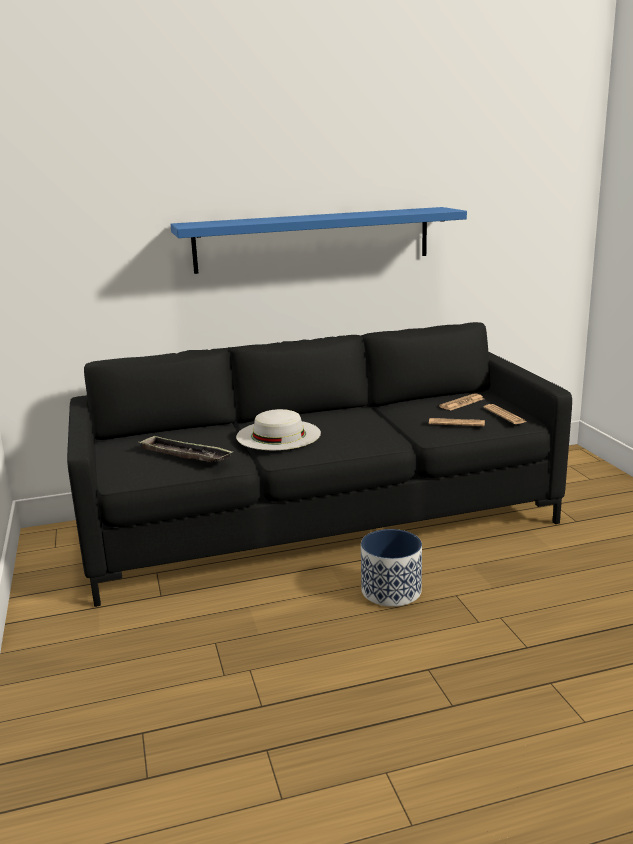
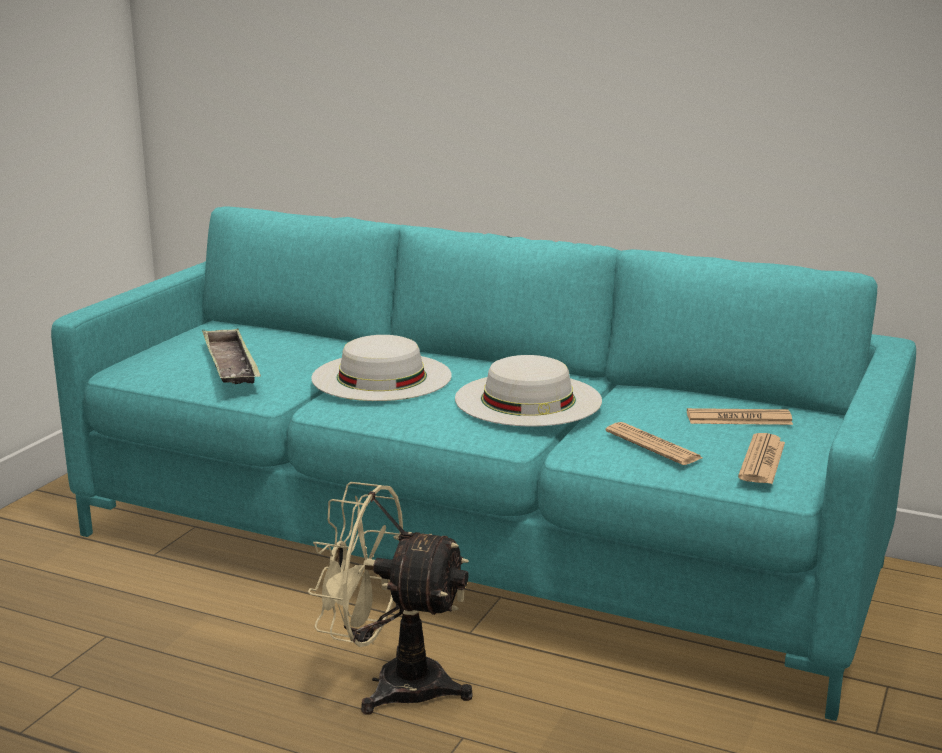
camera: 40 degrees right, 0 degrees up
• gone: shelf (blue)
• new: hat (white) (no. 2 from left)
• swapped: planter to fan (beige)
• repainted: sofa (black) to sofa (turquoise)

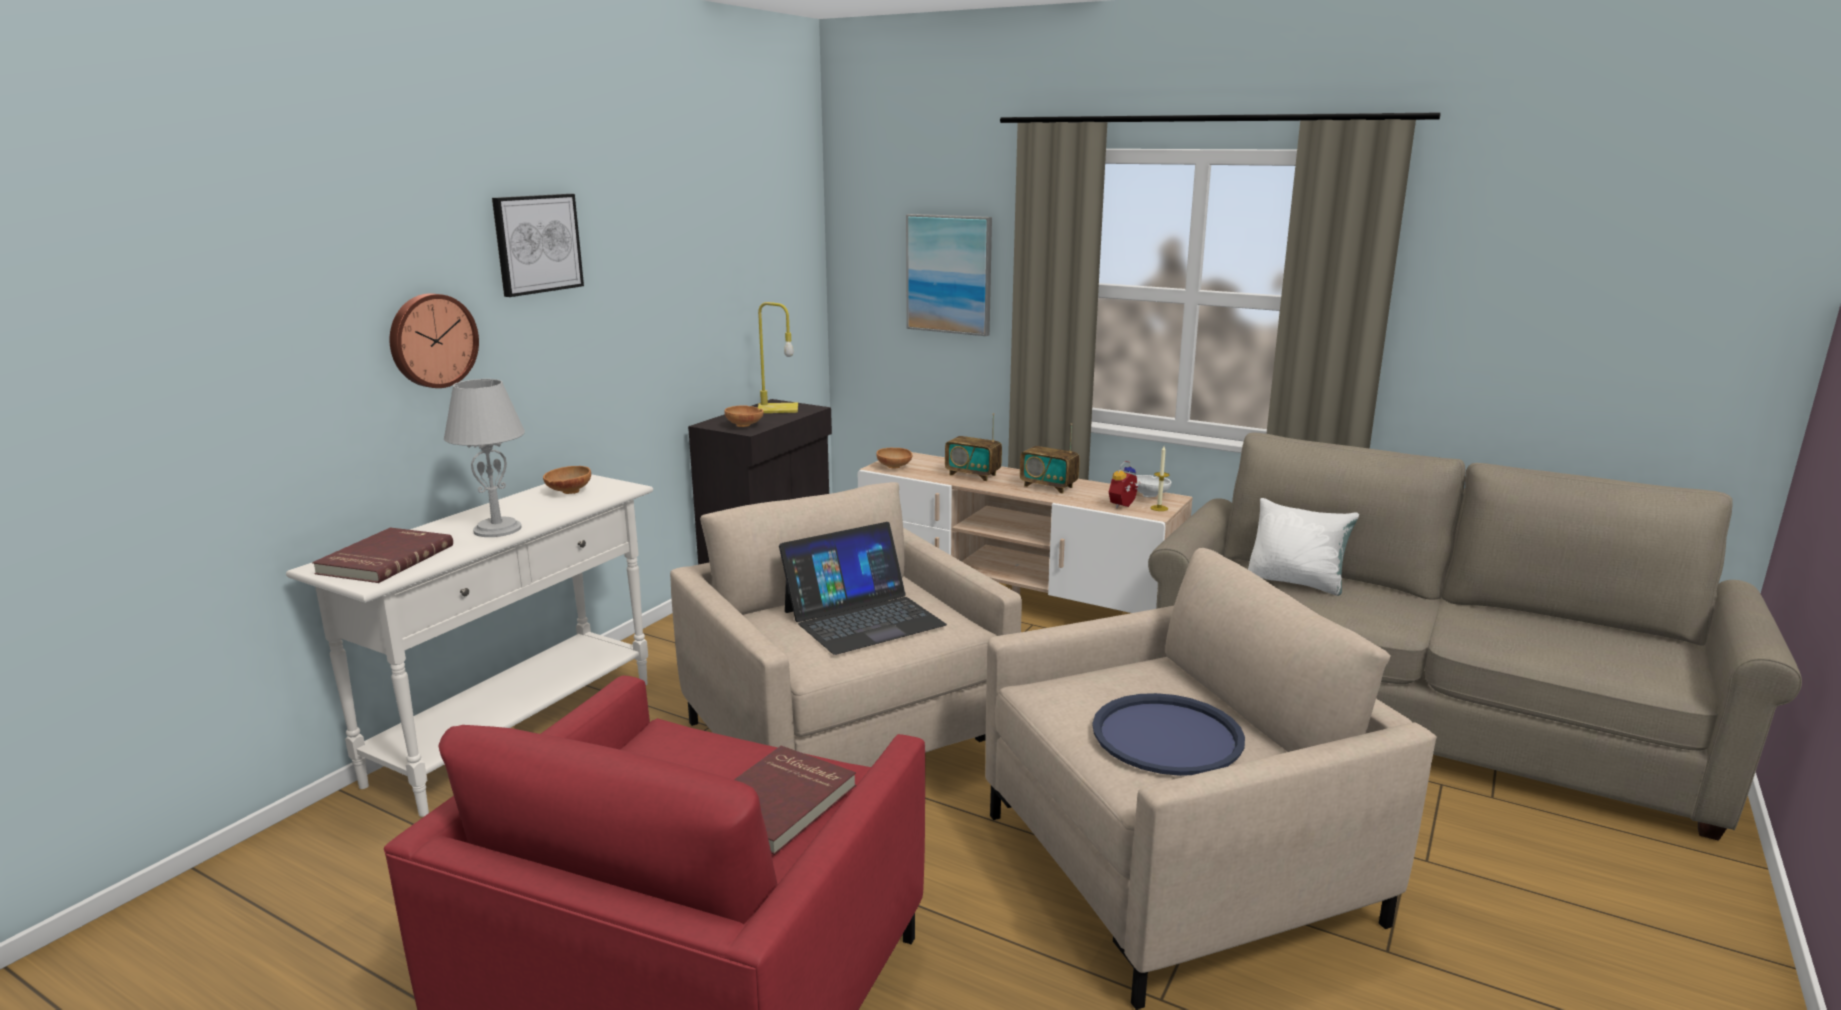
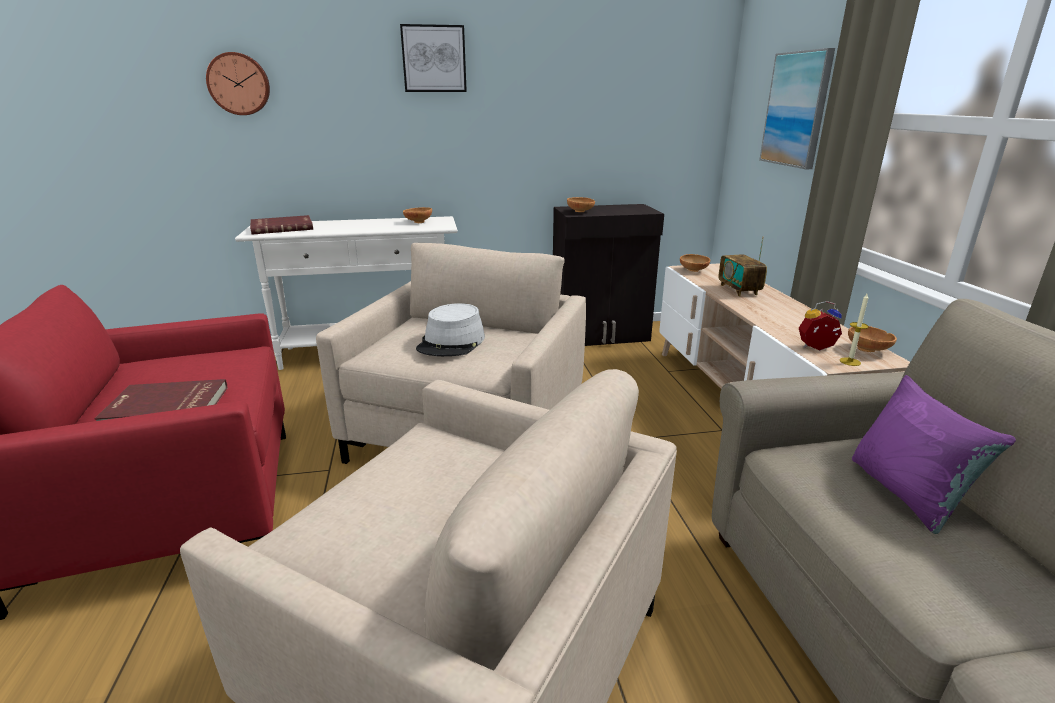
camera: 50 degrees right, 5 degrees up
• gone: table lamp (grey)
• gone: table lamp (yellow)
• gone: radio (no. 2 from left)
• gone: tray (blue)
• shifted: wall clock
• swapped: laptop to hat (grey)
• repainted: bowl (white) to bowl (brown) (no. 4 from left)
• repainted: pillow (white) to pillow (purple)

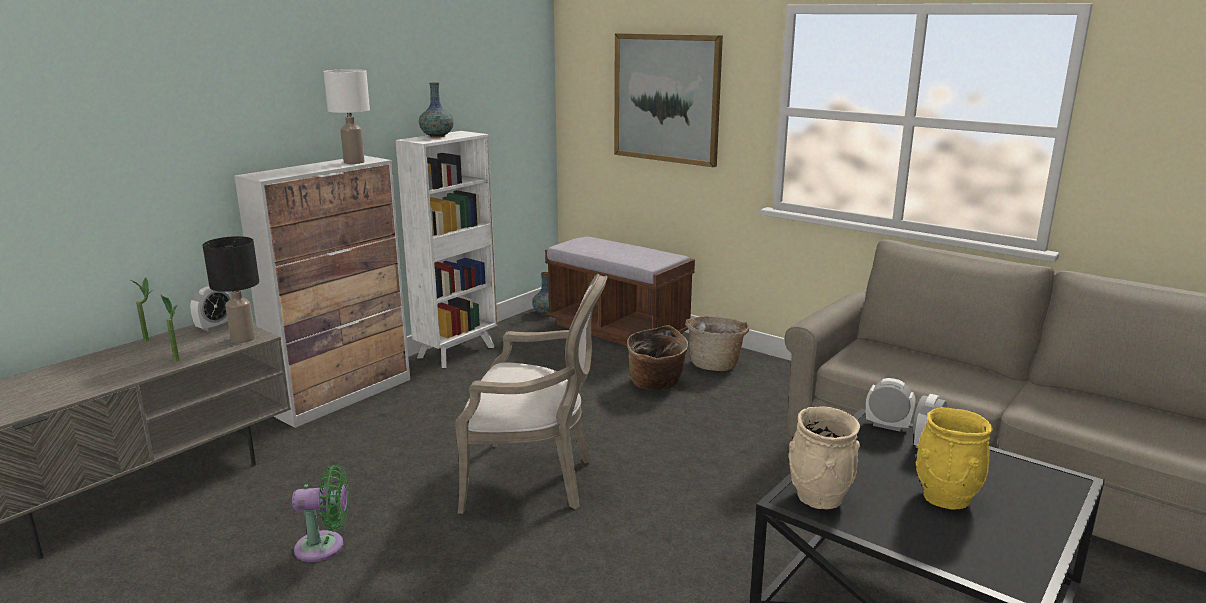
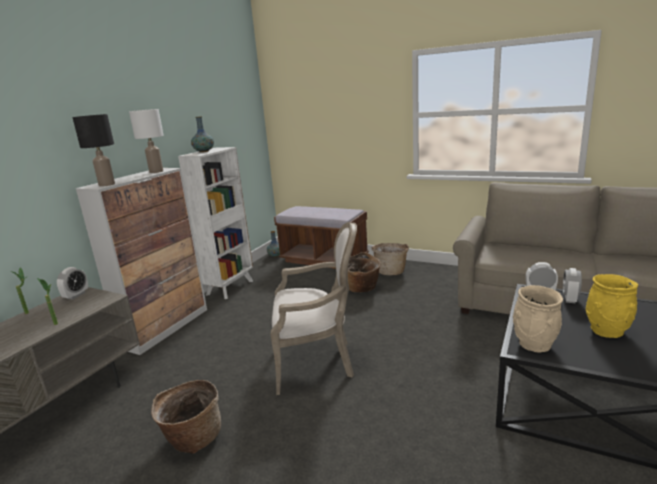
camera: 10 degrees left, 0 degrees up
• gone: picture
• shifted: table lamp (black)
• swapped: fan (green) to basket (no. 1 from left)

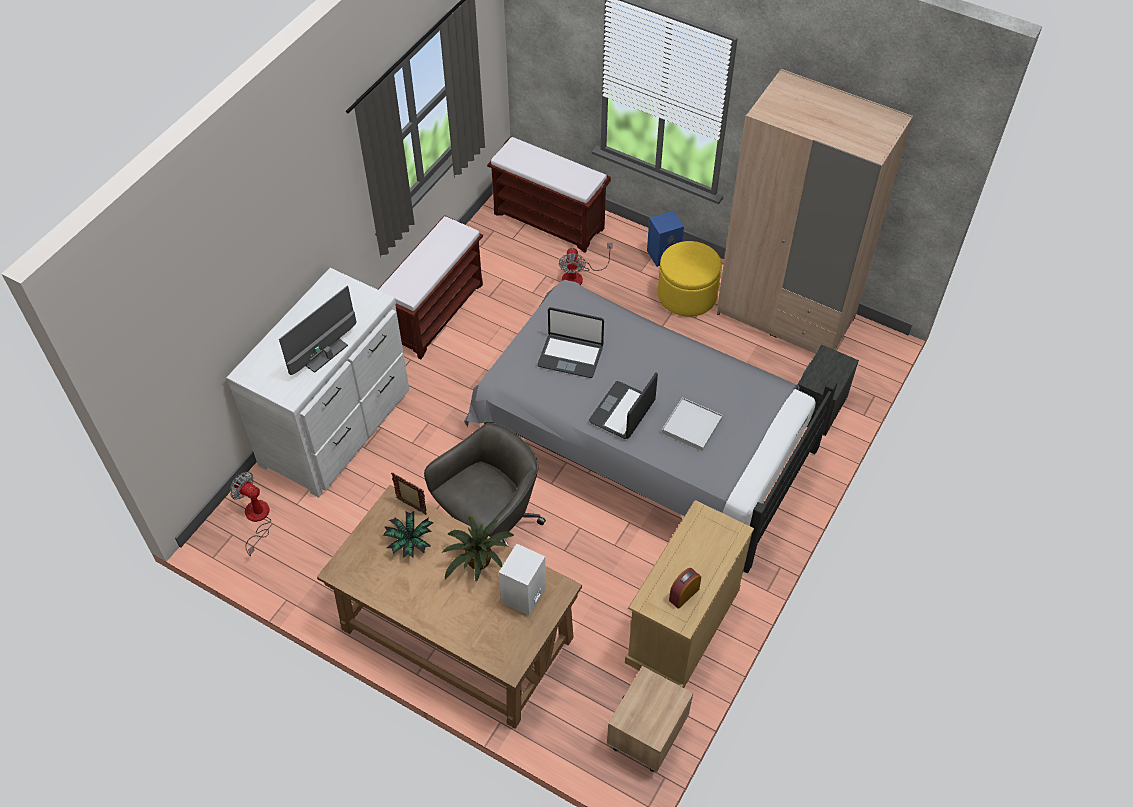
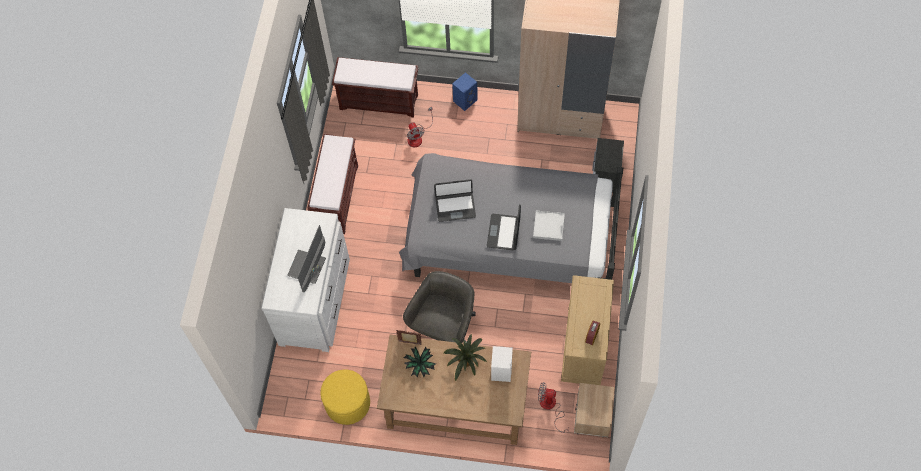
camera: 20 degrees left, 10 degrees up
• shifted: fan (no. 1 from left in the first image) to fan (no. 2 from left)
• shifted: ottoman (yellow)

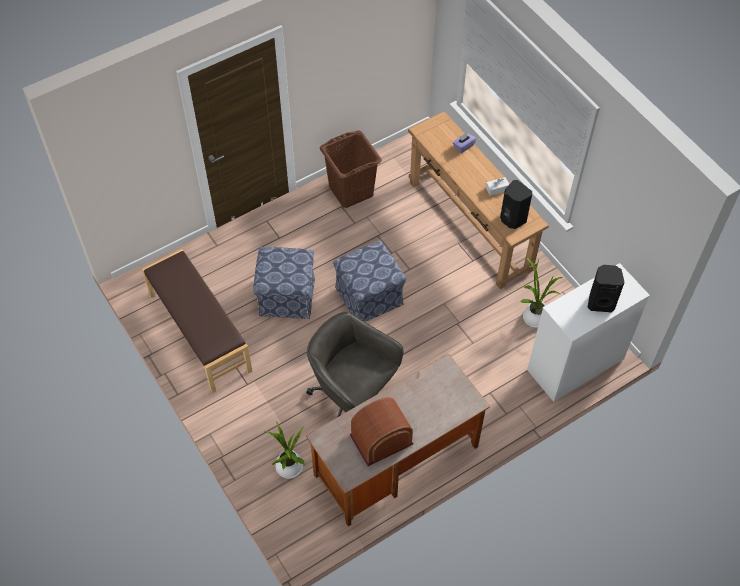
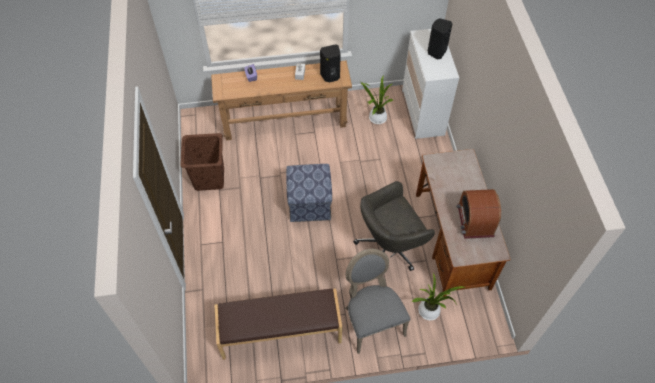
camera: 65 degrees left, 0 degrees up
• gone: ottoman (no. 1 from left)
• new: chair (grey)

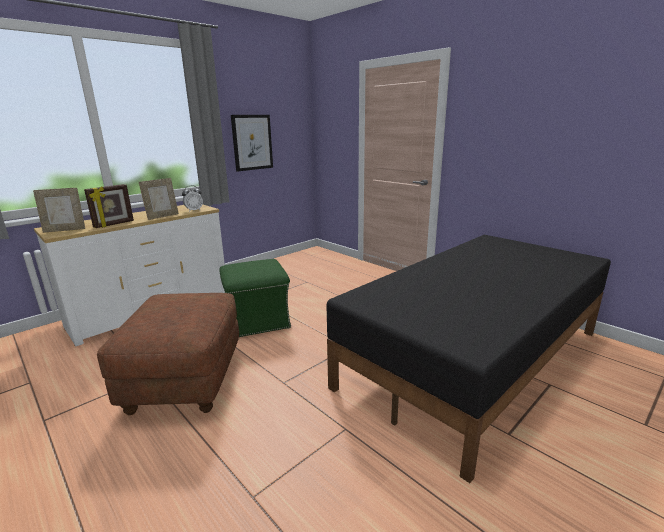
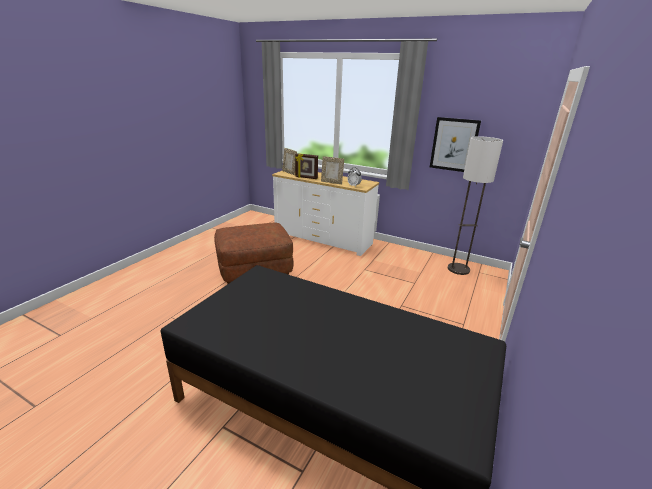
camera: 70 degrees right, 5 degrees up
• gone: ottoman (green)
• new: floor lamp

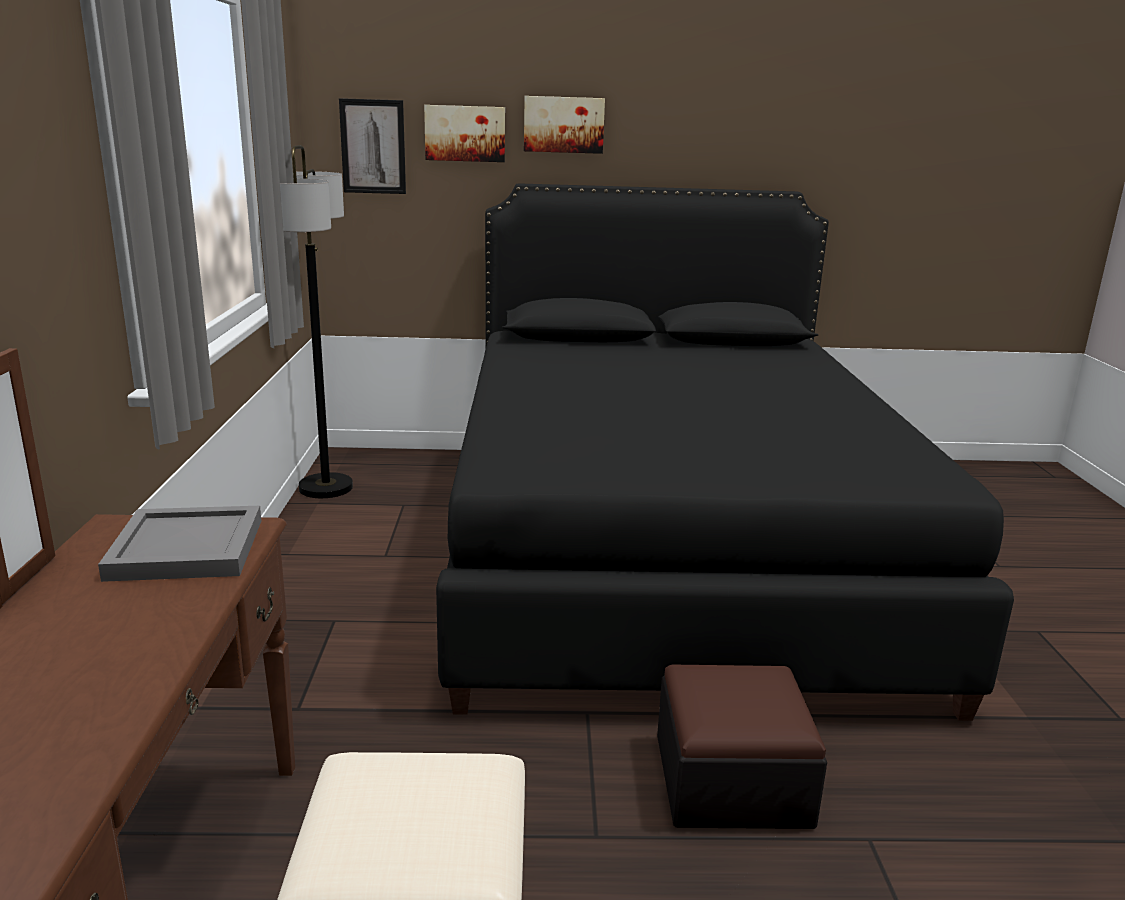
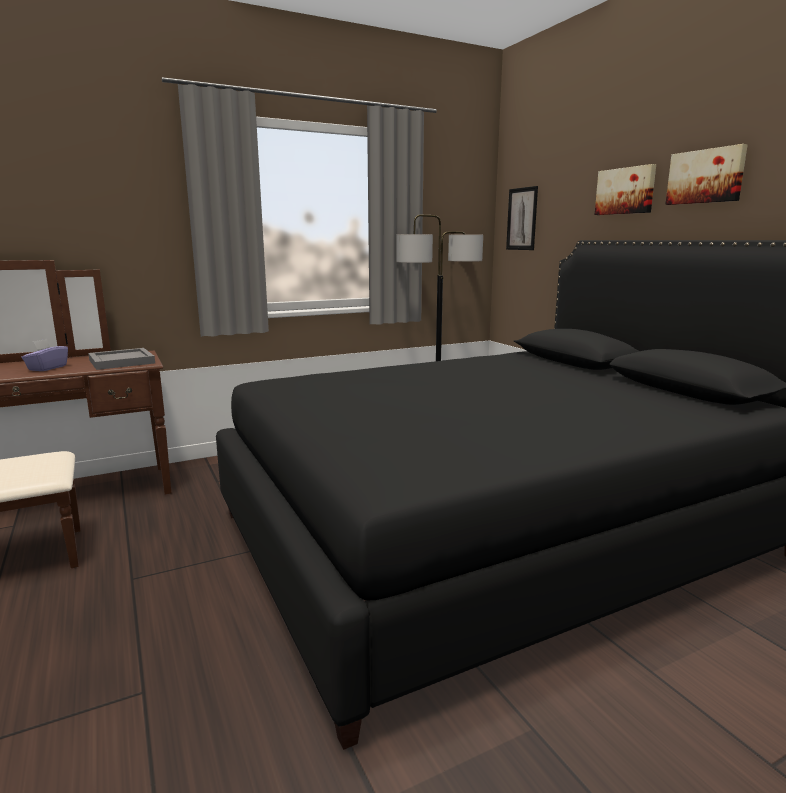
camera: 65 degrees right, 5 degrees down
• gone: ottoman
• new: tissue box (purple)
• shifted: picture (no. 2 from left in the first image) to picture (no. 3 from left)

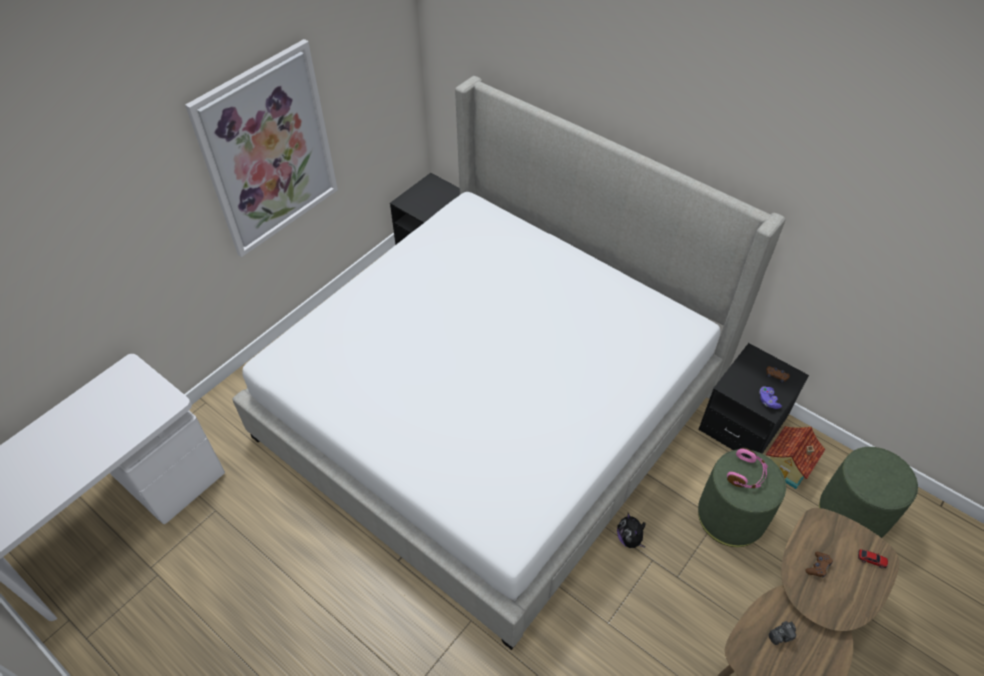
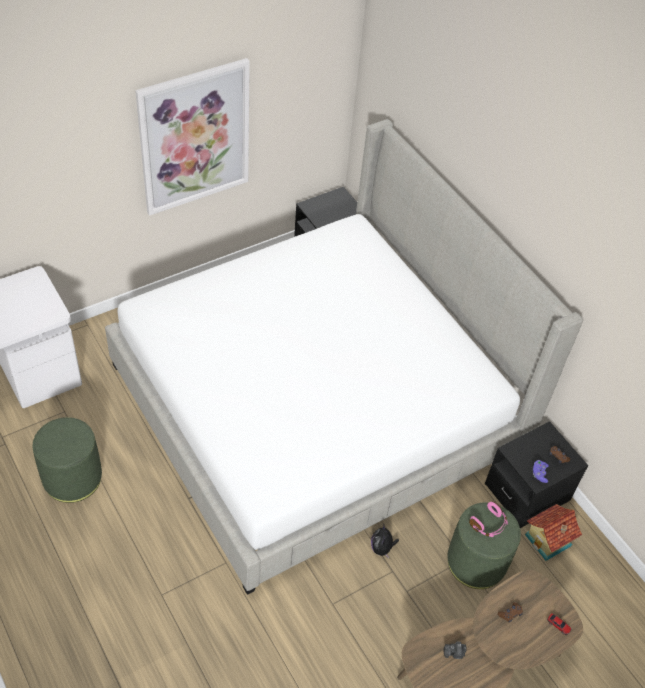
camera: 15 degrees right, 0 degrees up
• shifted: ottoman (green) (no. 2 from left in the first image) to ottoman (green) (no. 1 from left)

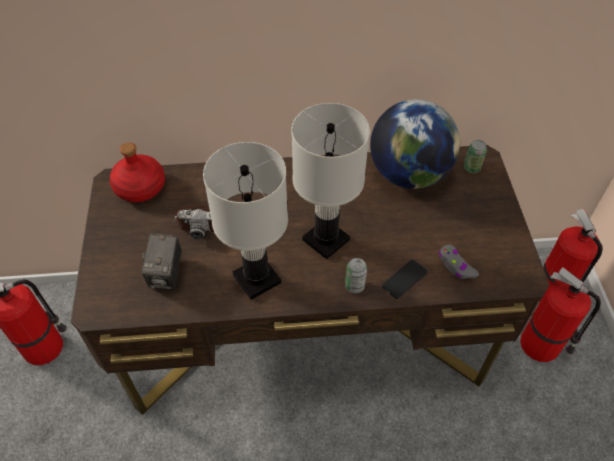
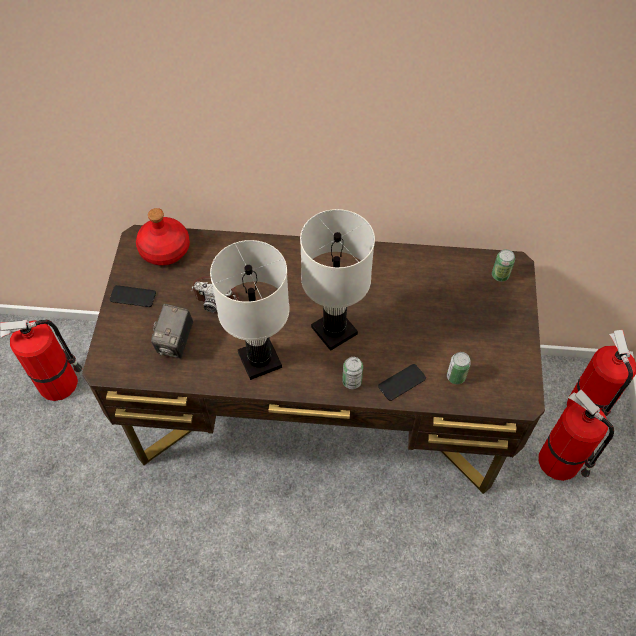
camera: 10 degrees right, 5 degrees up
• gone: globe
• new: phone (no. 1 from left)
• swapped: game controller (grey) to can (no. 2 from left)

